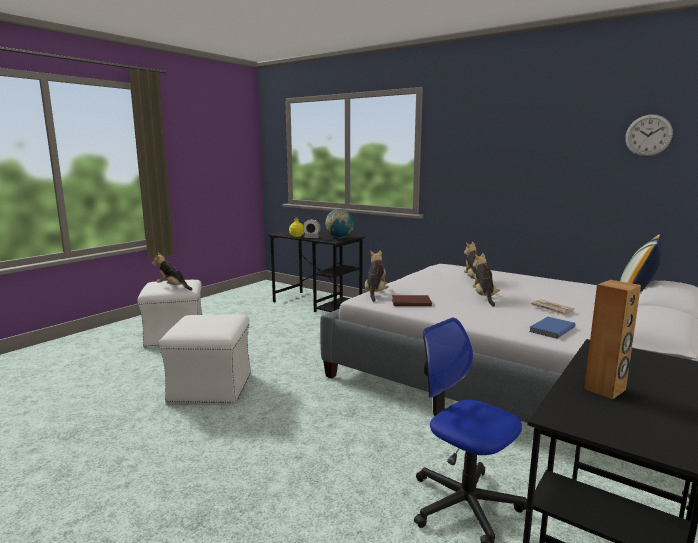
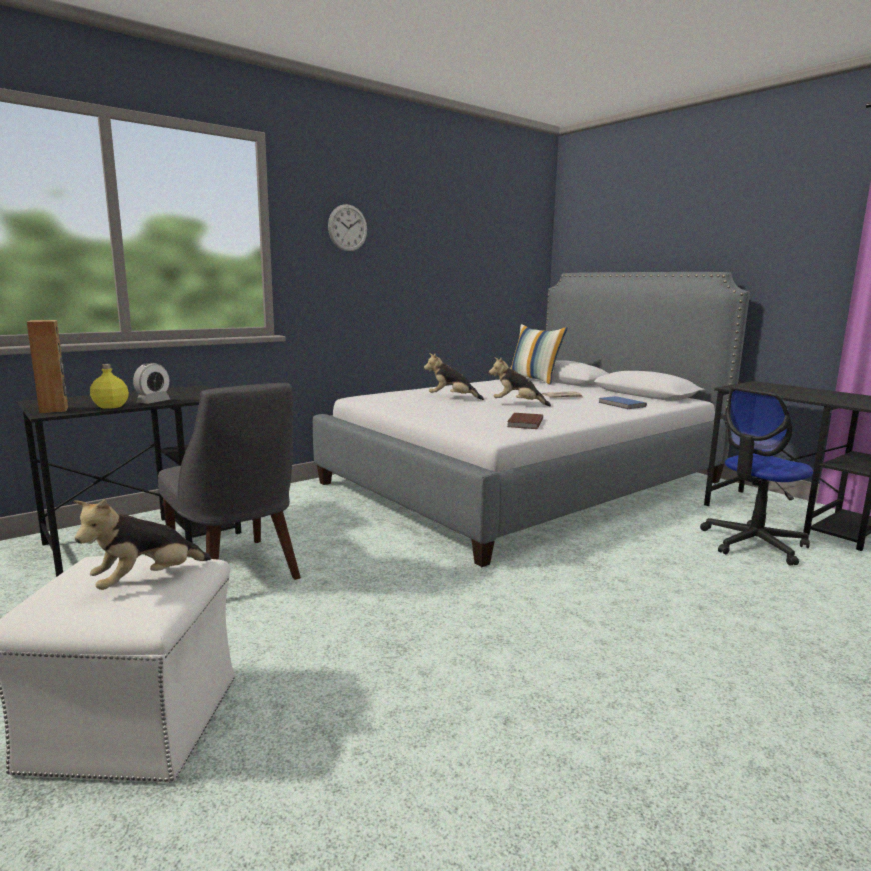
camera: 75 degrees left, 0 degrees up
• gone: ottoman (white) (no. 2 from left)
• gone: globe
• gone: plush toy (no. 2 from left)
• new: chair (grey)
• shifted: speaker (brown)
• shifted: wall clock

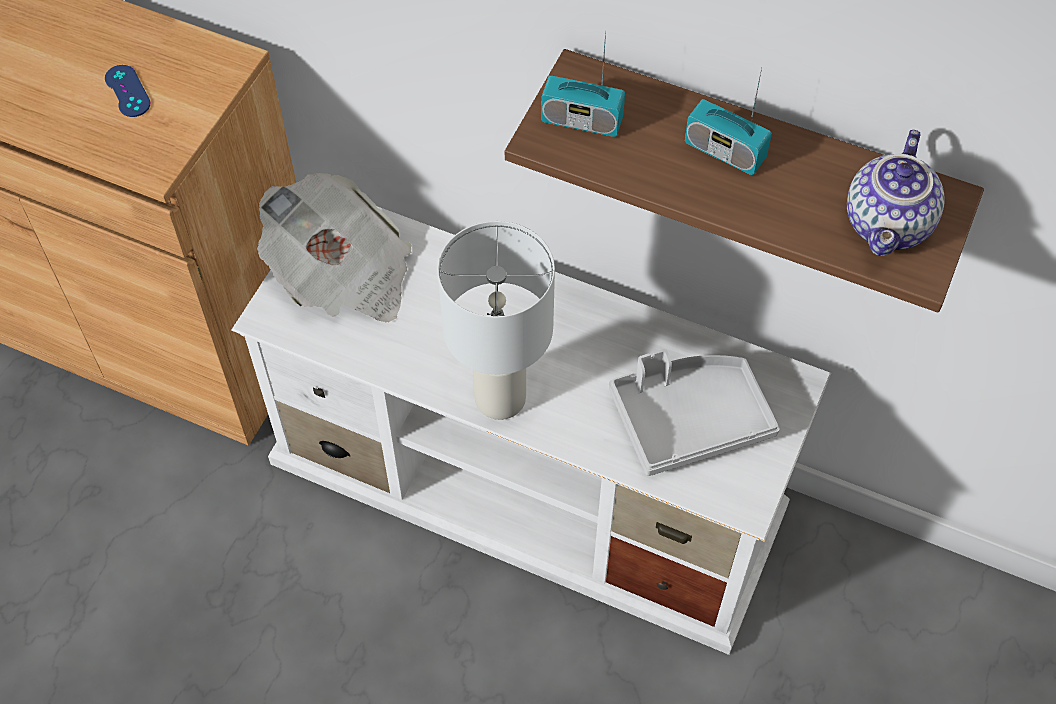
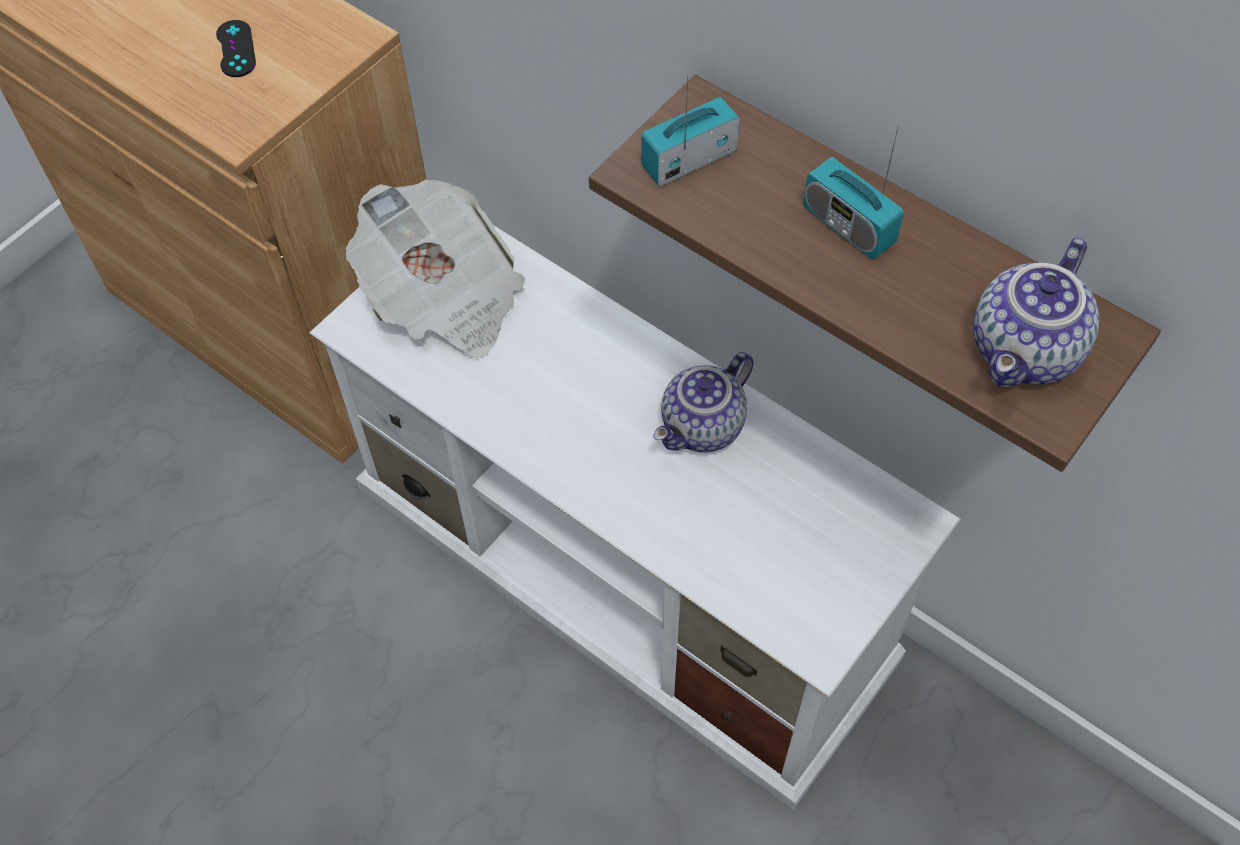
camera: 15 degrees right, 0 degrees up
• gone: table lamp (white)
• gone: tray (grey)
• new: teapot (no. 1 from left)
• repainted: game controller (blue) to game controller (black)
• rotated: radio (no. 1 from left) 120 degrees clockwise

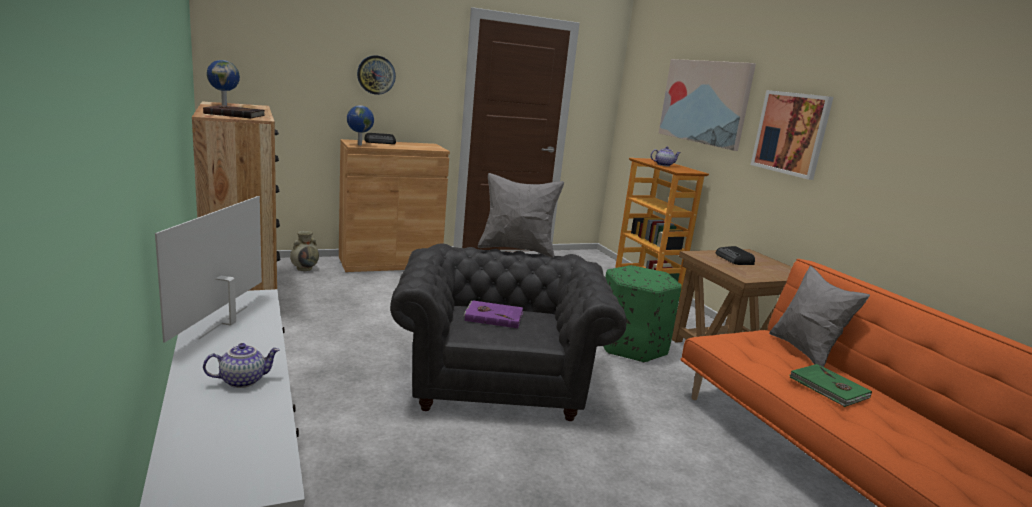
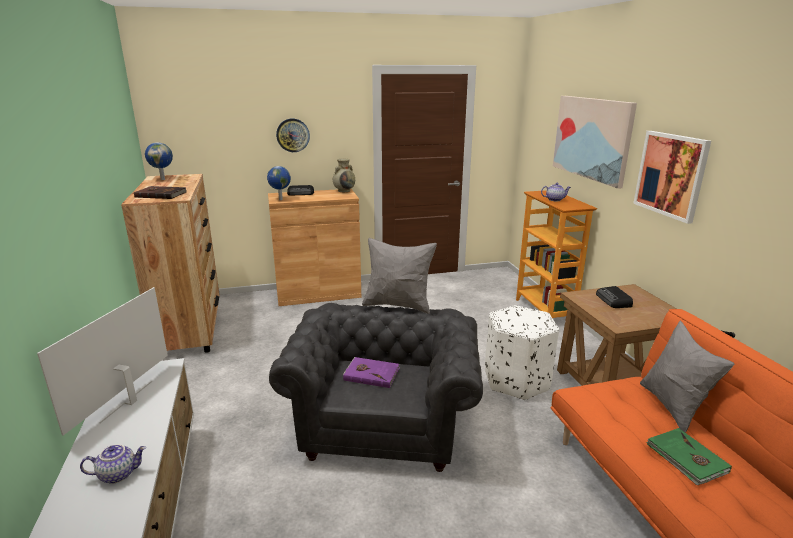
camera: 10 degrees right, 5 degrees up
• shifted: vase (beige)
• repainted: ottoman (green) to ottoman (white)

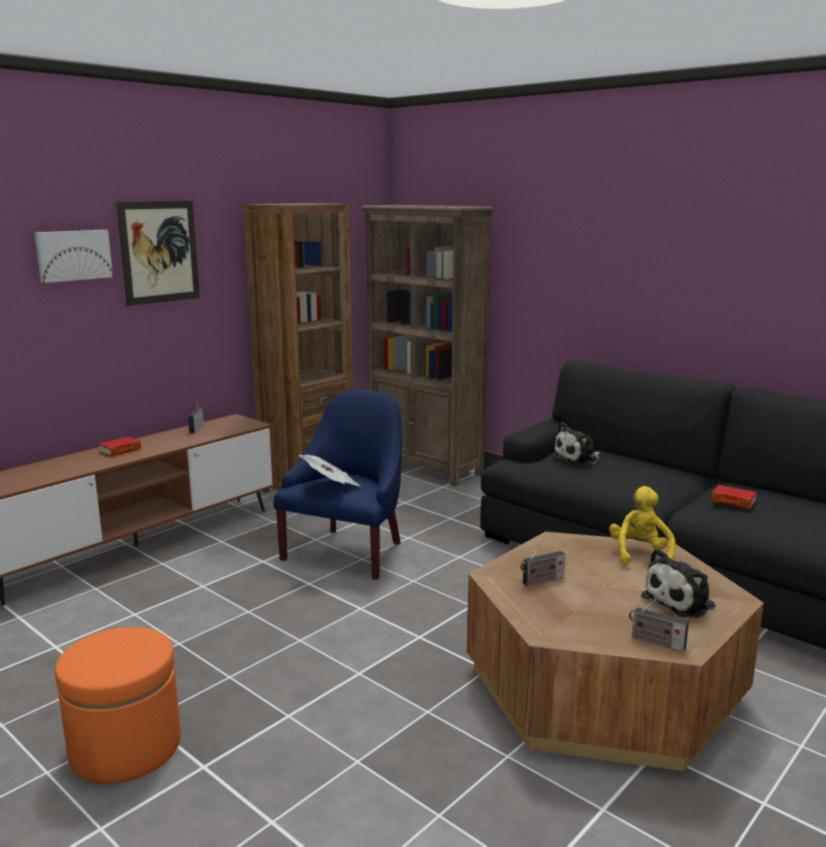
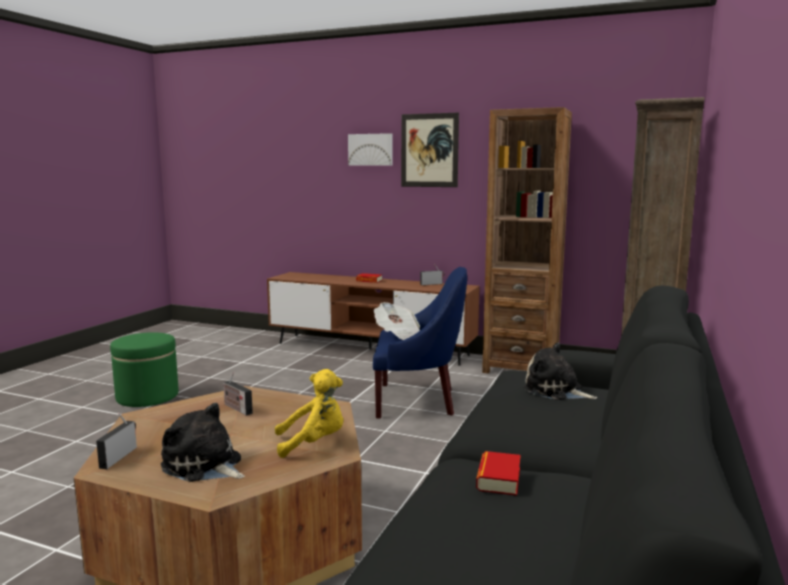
camera: 70 degrees right, 5 degrees down
• repainted: ottoman (orange) to ottoman (green)

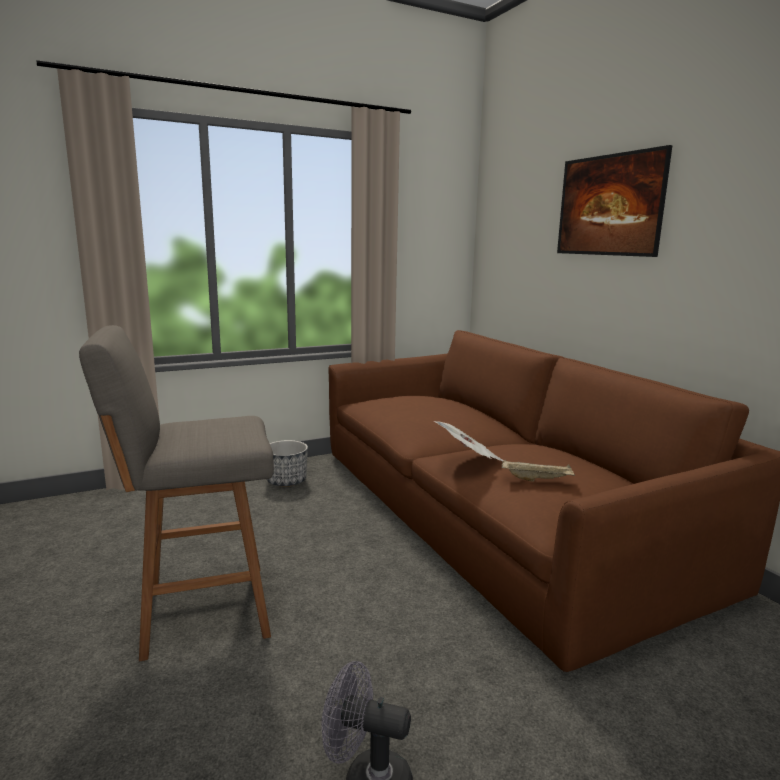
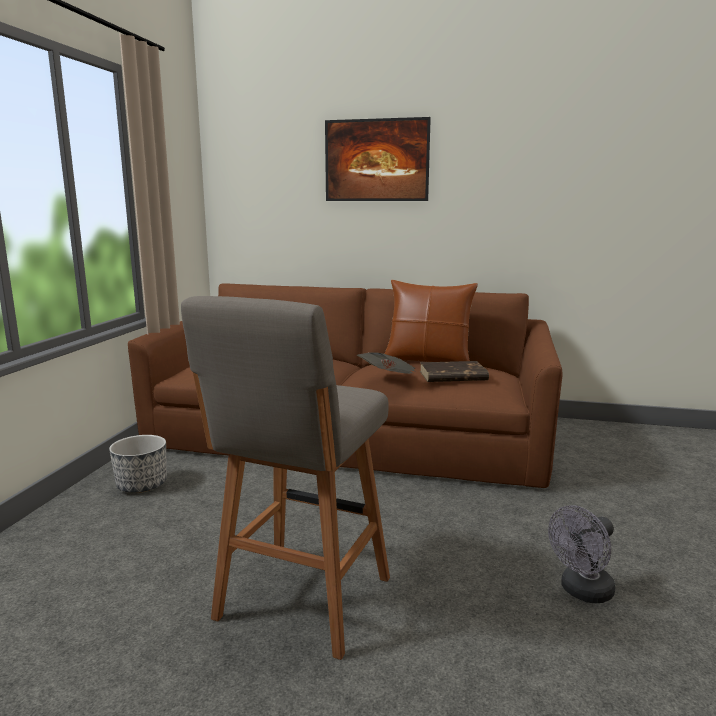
camera: 50 degrees left, 0 degrees up
• new: pillow (brown)
• swapped: tray (beige) to book (brown)

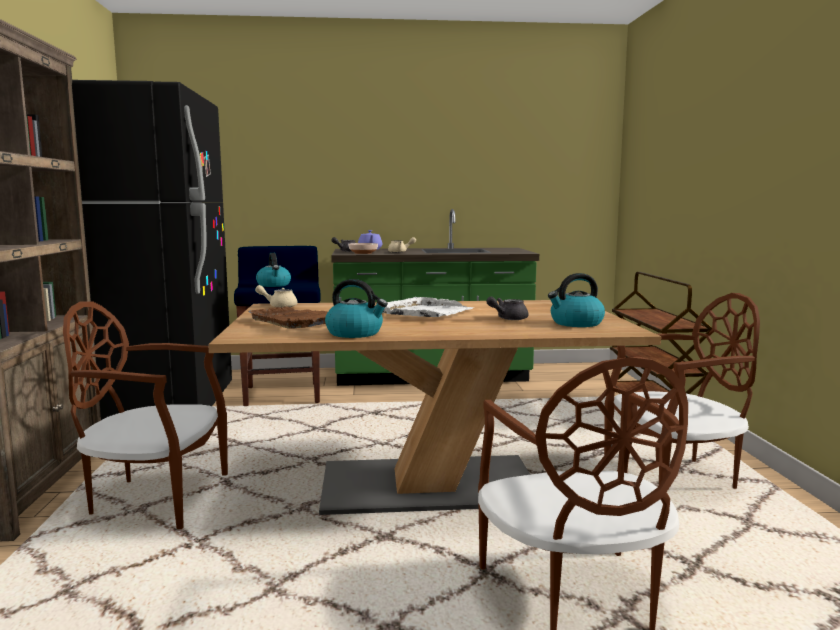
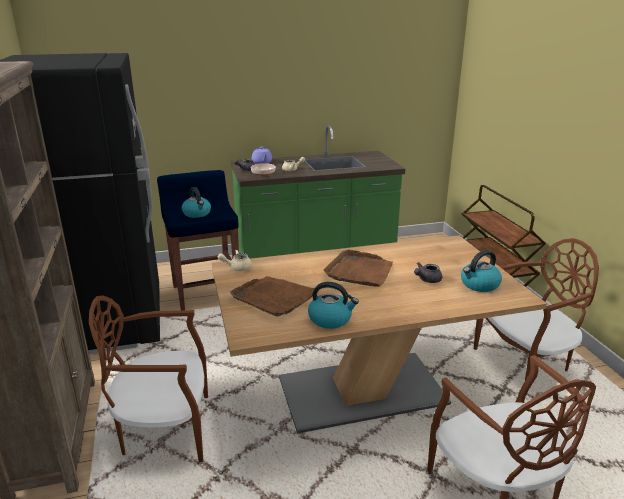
camera: 10 degrees left, 15 degrees up
• repainted: tray (white) to tray (brown) (no. 2 from left)

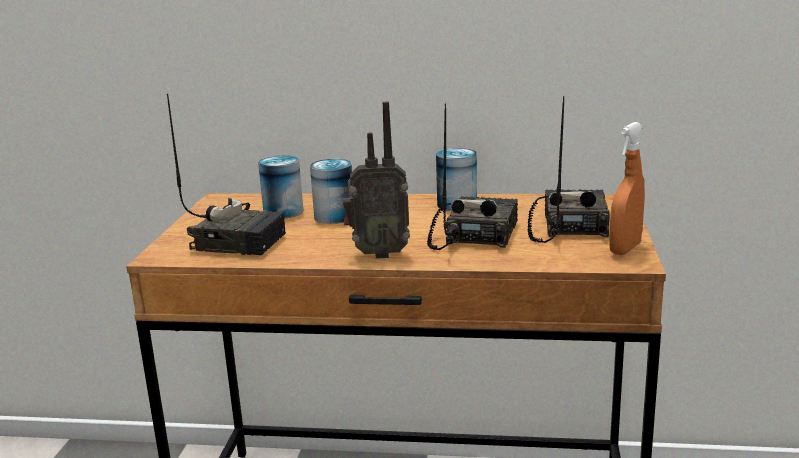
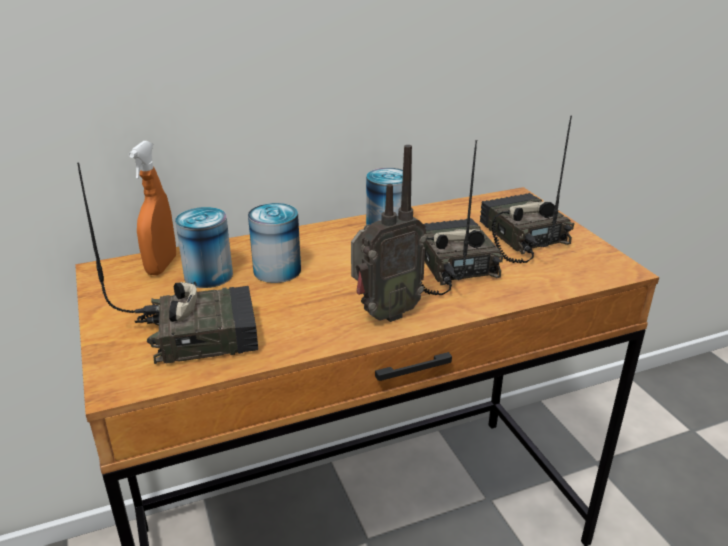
camera: 30 degrees left, 10 degrees up
• shifted: spray bottle (orange)

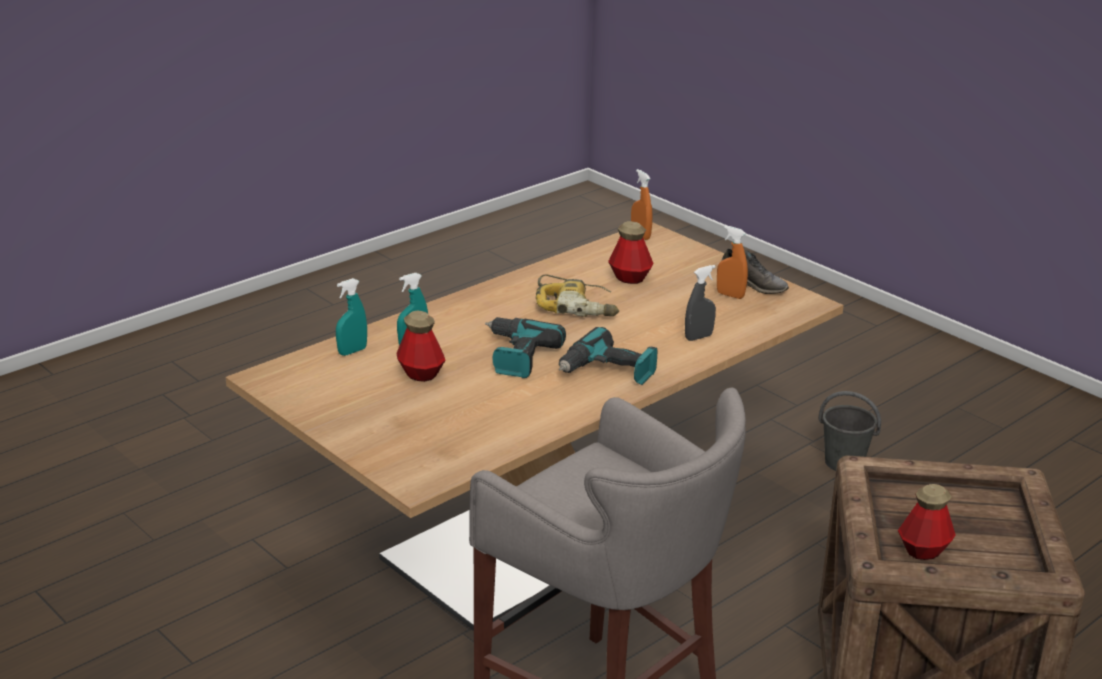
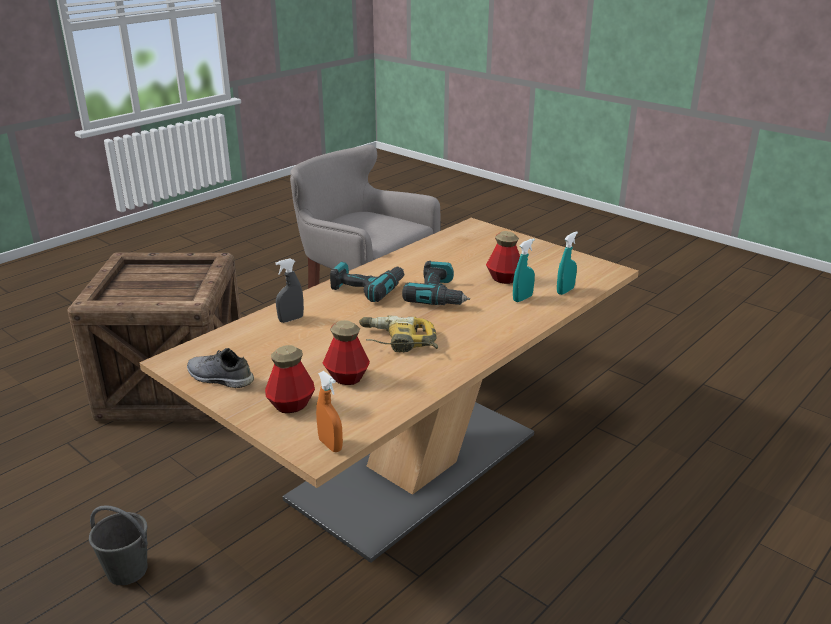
camera: 175 degrees right, 0 degrees up
• gone: spray bottle (orange) (no. 2 from left)
• shifted: bottle (no. 3 from left in the first image) to bottle (no. 1 from left)

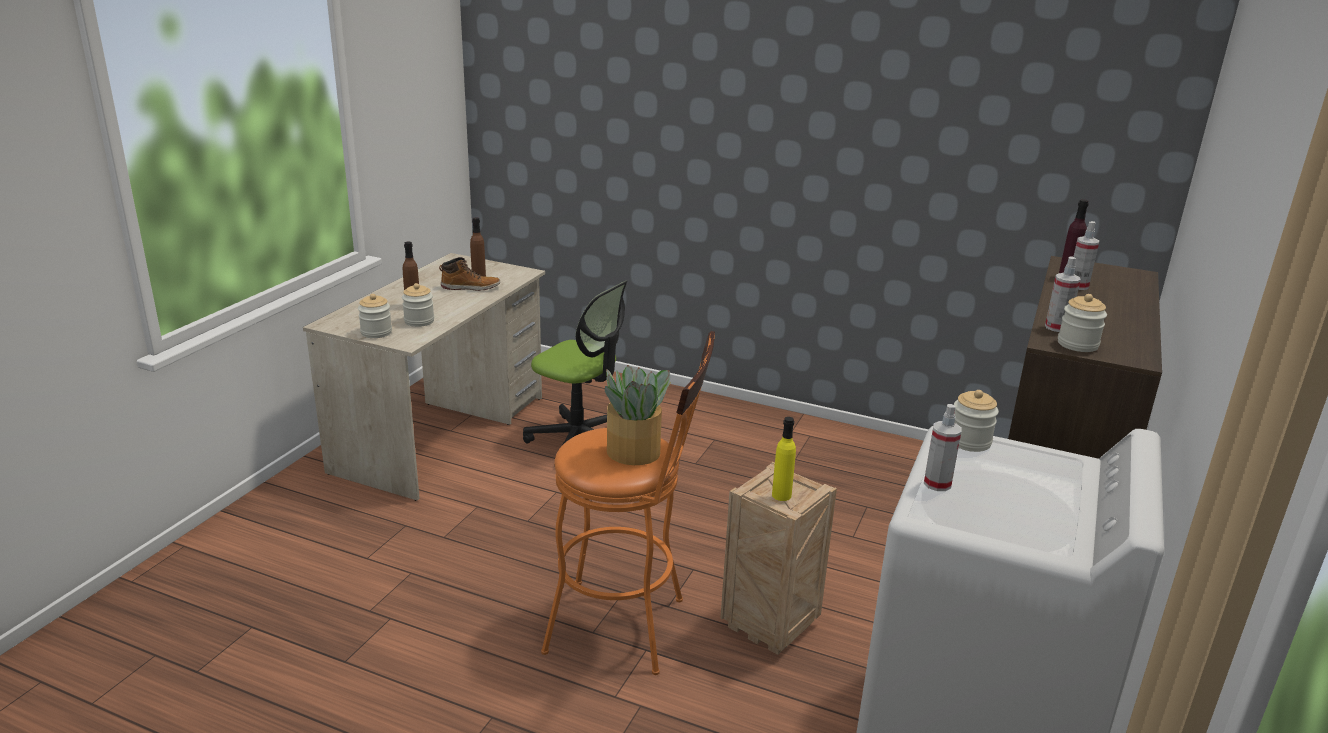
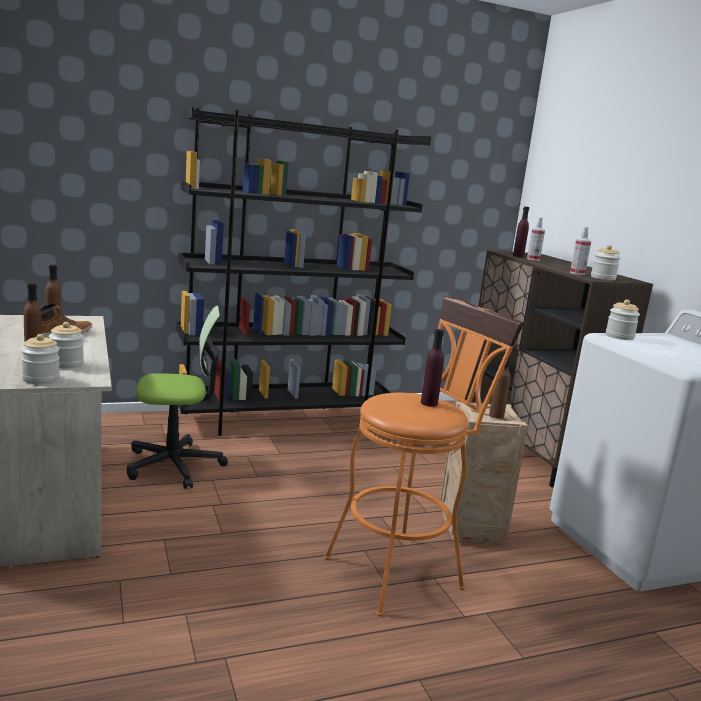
camera: 45 degrees left, 10 degrees down
• gone: spray bottle (no. 1 from left)
• new: bookcase (black)
• swapped: potted plant to bottle (purple) (no. 1 from left)
• repainted: bottle (yellow) to bottle (brown) (no. 3 from left)

